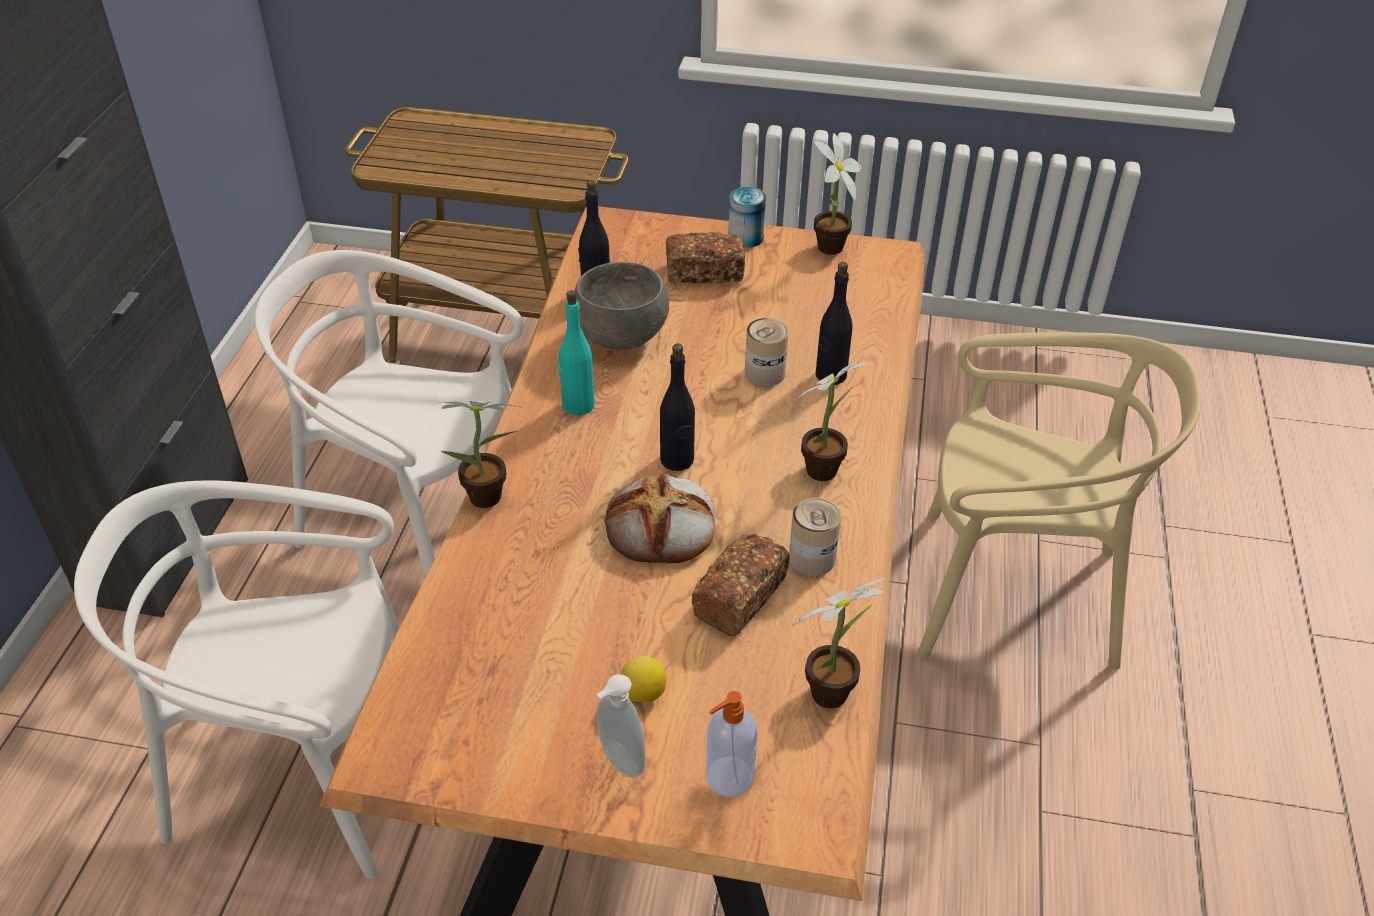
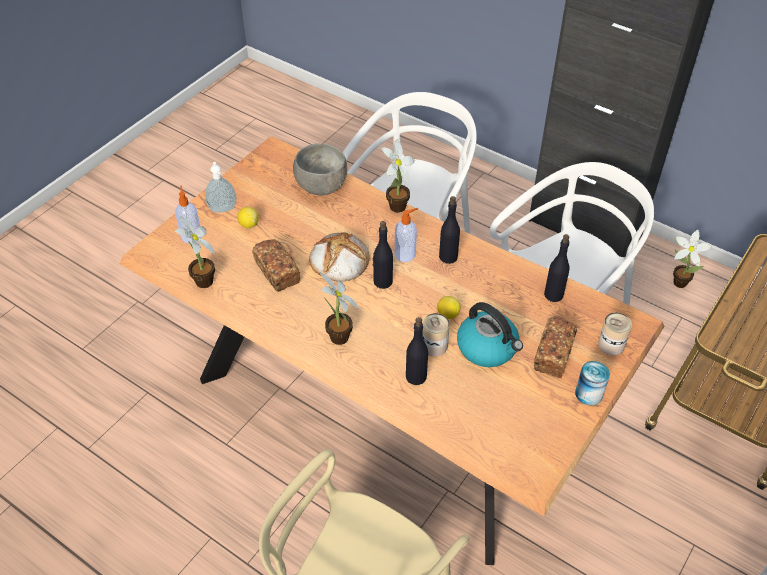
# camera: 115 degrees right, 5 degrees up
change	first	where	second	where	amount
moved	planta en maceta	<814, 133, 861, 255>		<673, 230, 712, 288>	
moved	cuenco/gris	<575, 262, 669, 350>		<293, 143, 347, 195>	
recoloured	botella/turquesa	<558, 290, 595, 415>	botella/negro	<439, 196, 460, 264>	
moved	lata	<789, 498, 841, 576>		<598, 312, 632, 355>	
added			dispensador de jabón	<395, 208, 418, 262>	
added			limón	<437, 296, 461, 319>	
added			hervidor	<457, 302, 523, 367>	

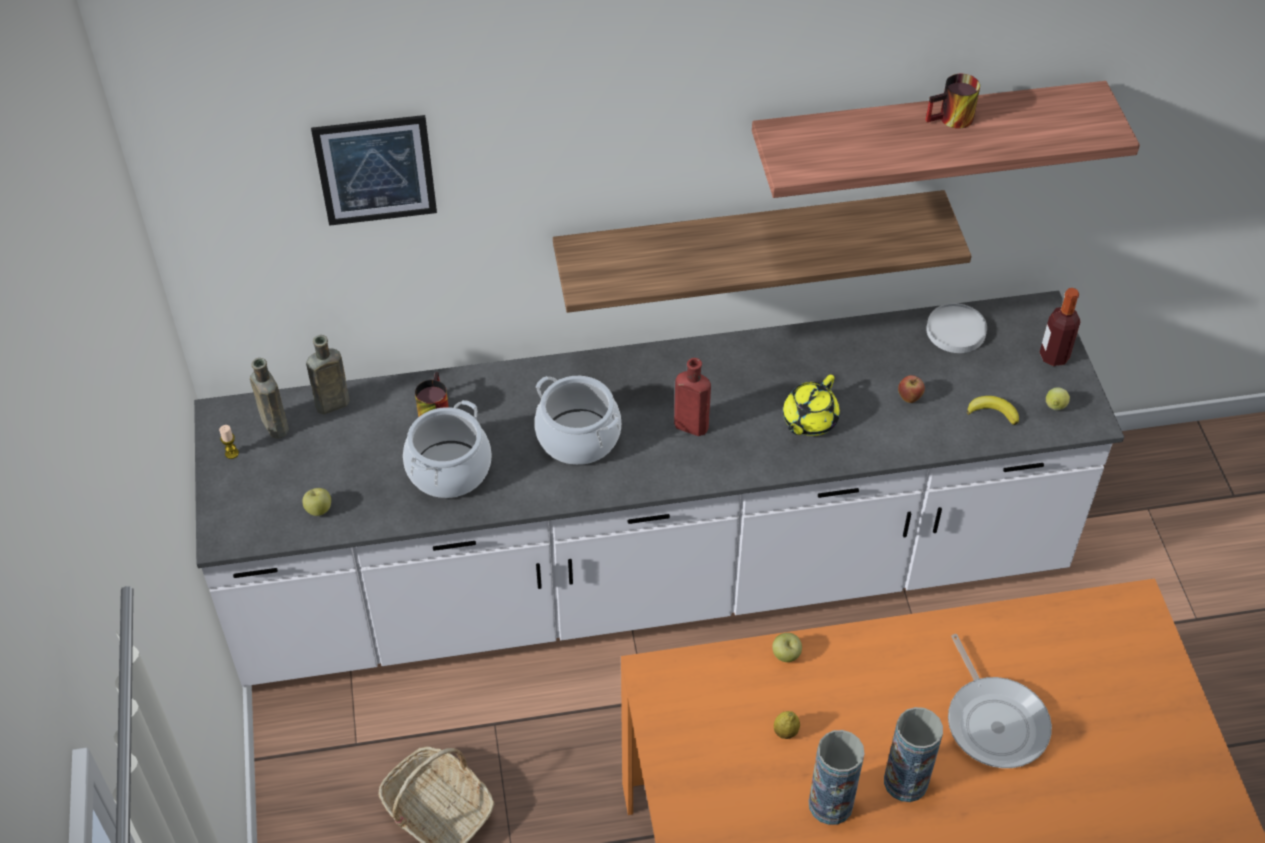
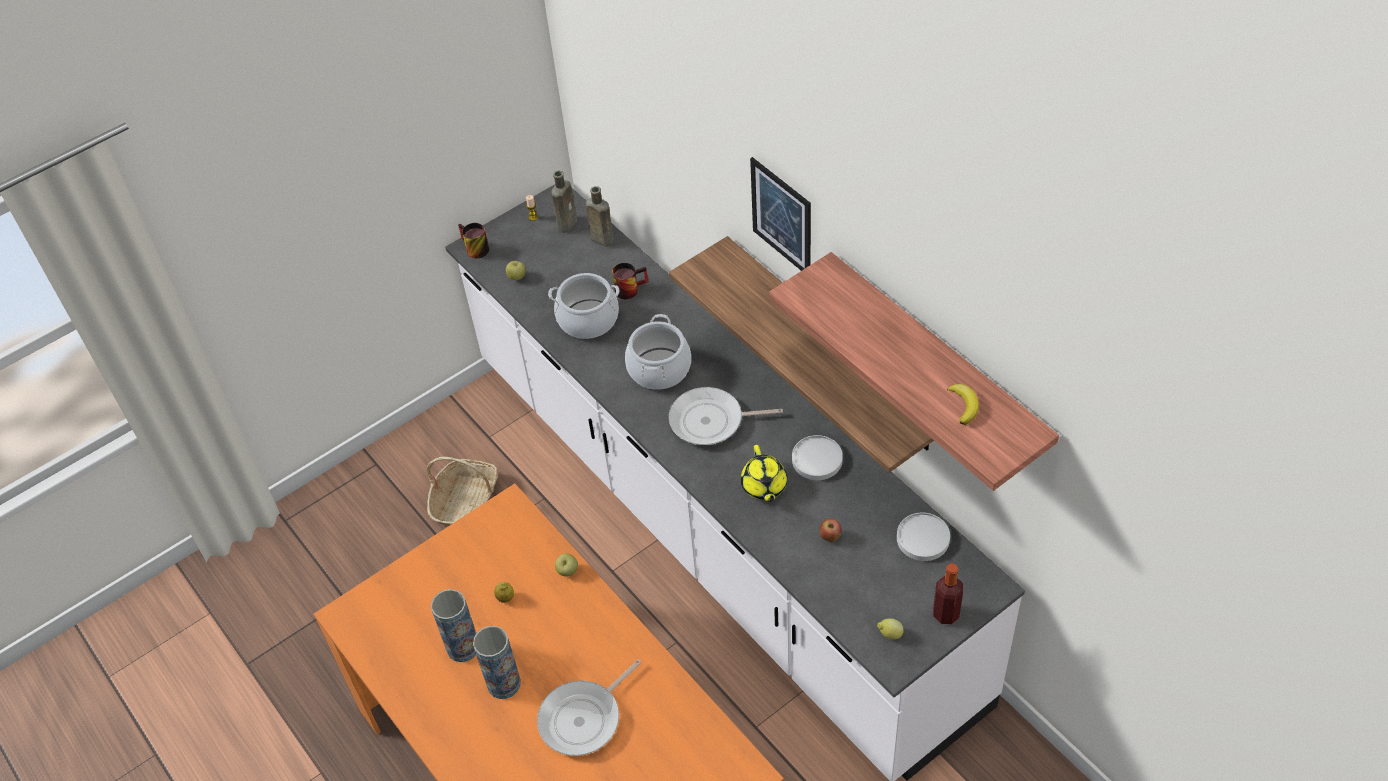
# camera: 65 degrees right, 0 degrees up
change	first	where	second	where	amount
moved	taza grande	<925, 74, 980, 129>		<458, 223, 489, 259>	
moved	cuadro	<311, 115, 437, 226>		<750, 157, 811, 271>	
replaced	botella/rojo	<674, 358, 711, 436>	sartén	<669, 387, 783, 445>	
turned	tetera/amarillo	<783, 374, 840, 436>		<741, 445, 787, 502>	105 degrees counterclockwise
moved	plátano	<967, 396, 1019, 425>		<947, 384, 979, 425>	
added			plato/blanco	<792, 435, 843, 480>	

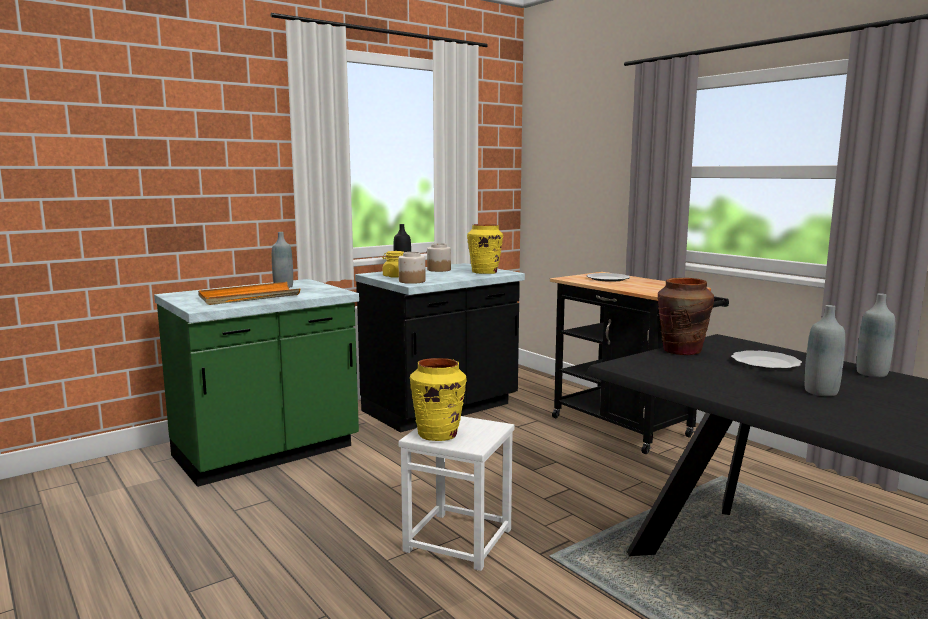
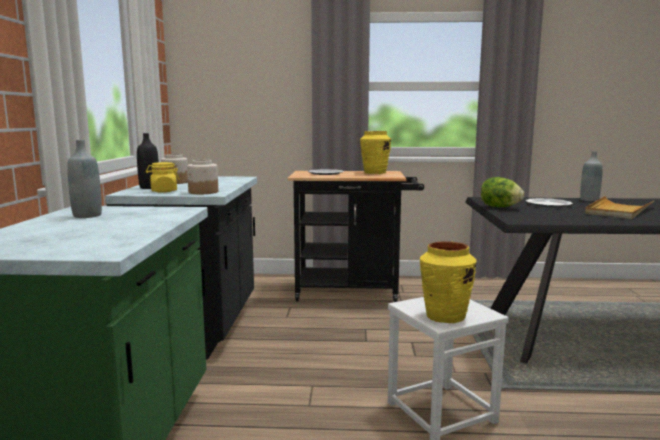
# camera: 50 degrees left, 0 degrees up
change	first	where	second	where	amount
moved	florero/amarillo	<467, 224, 503, 274>		<360, 131, 391, 174>	
replaced	florero/marrón	<657, 278, 714, 355>	lechuga	<481, 177, 524, 207>	
removed	bandeja/naranja	<198, 282, 300, 305>			
replaced	botella/gris	<804, 305, 845, 396>	bandeja/beis	<585, 196, 655, 219>	

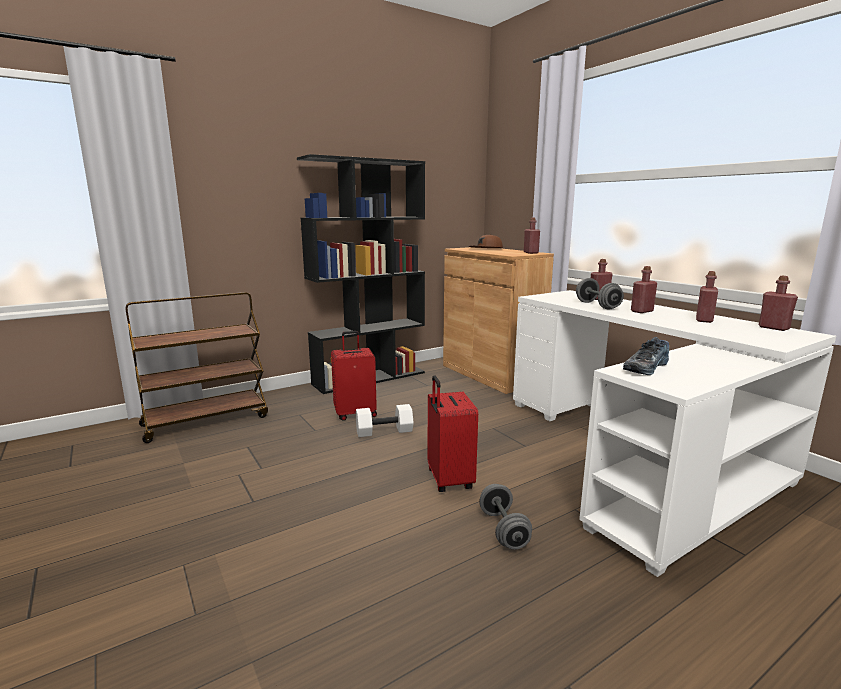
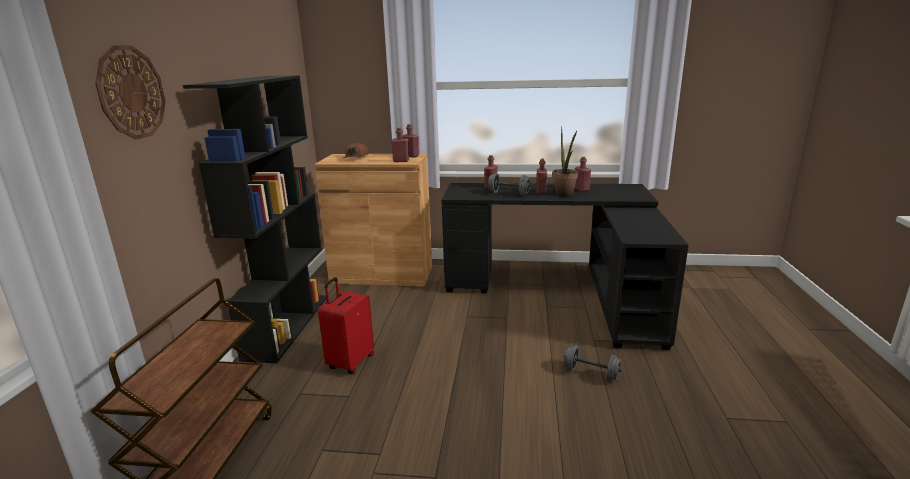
# camera: 50 degrees left, 5 degrees up
change	first	where	second	where	amount
moved	botella/rojo	<759, 276, 798, 331>		<391, 128, 409, 162>	
recoloured	escritorio/blanco	<513, 290, 836, 577>	escritorio/negro	<441, 183, 689, 350>	
removed	zapato	<623, 337, 669, 375>			
removed	maleta/rojo	<427, 375, 478, 492>			
removed	mancuerna/blanco	<356, 404, 414, 437>			
added			reloj de pared	<95, 45, 166, 140>	
added			planta en maceta	<552, 126, 579, 196>	

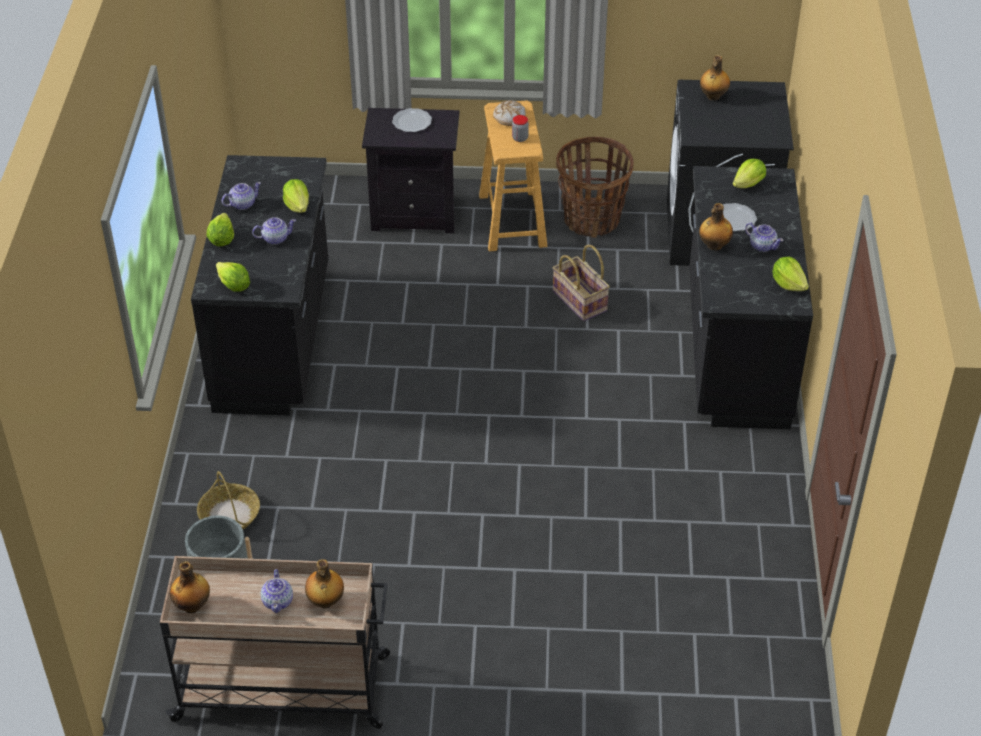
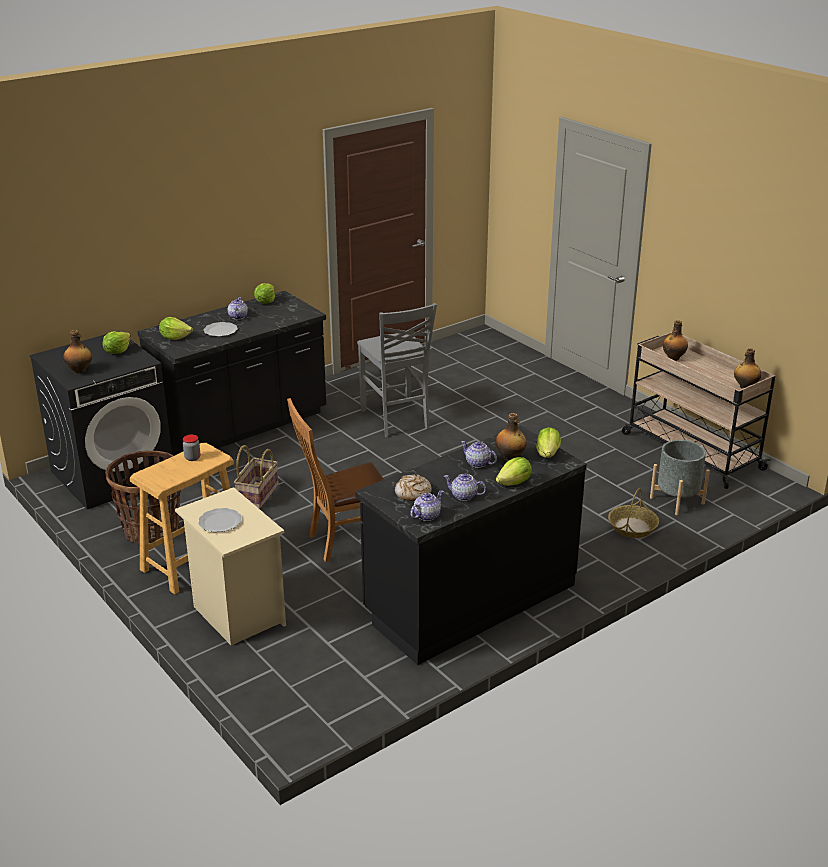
# camera: 130 degrees left, 15 degrees down
change	first	where	second	where	amount
moved	pan	<493, 100, 526, 126>		<395, 474, 432, 501>	
recoloured	mesita de noche/negro	<362, 108, 460, 233>	mesita de noche/beis	<175, 487, 286, 645>	
moved	lechuga	<283, 179, 309, 213>		<103, 332, 131, 354>	
moved	botella	<699, 203, 733, 250>		<495, 413, 527, 461>	
moved	tetera	<261, 569, 293, 613>		<410, 490, 444, 521>	
added			silla/gris	<357, 303, 437, 438>	
added			silla/marrón	<287, 398, 384, 563>	

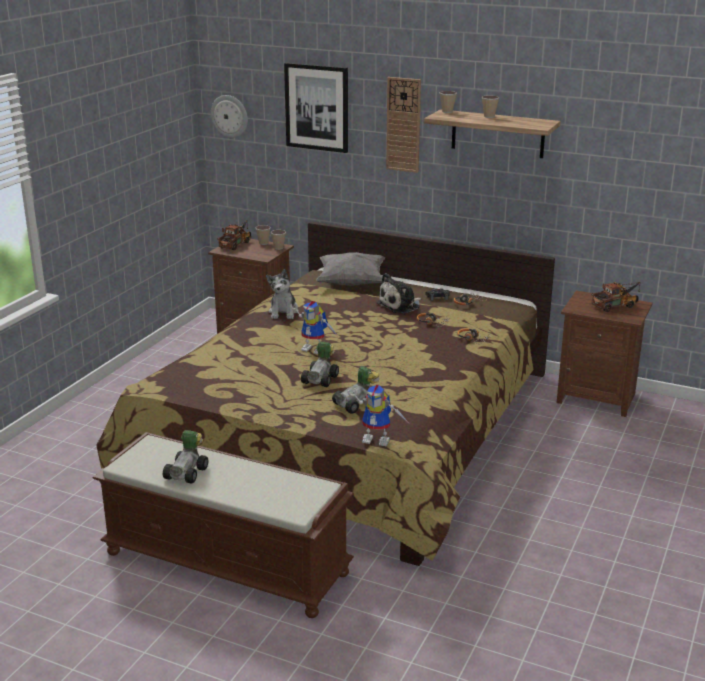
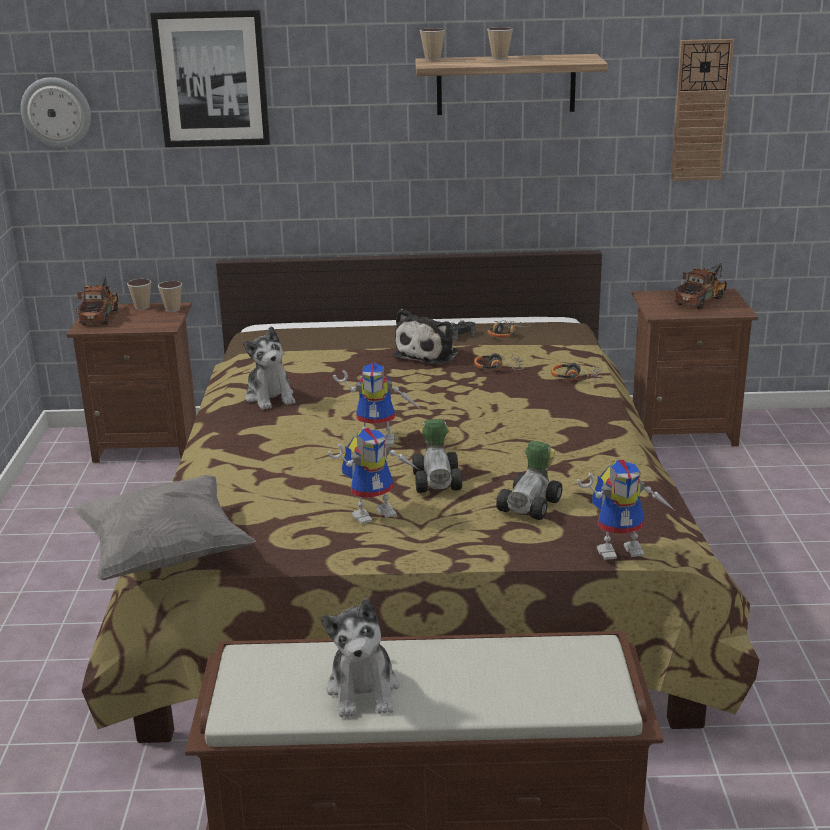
# camera: 25 degrees left, 0 degrees up
change	first	where	second	where	amount
moved	reloj de pared	<386, 77, 421, 173>		<671, 39, 734, 181>	
moved	cojín/gris	<316, 252, 385, 286>		<72, 475, 255, 580>	
replaced	coche de juguete	<163, 430, 208, 484>	peluche	<321, 598, 399, 718>	
added			robot de juguete	<328, 428, 418, 524>	

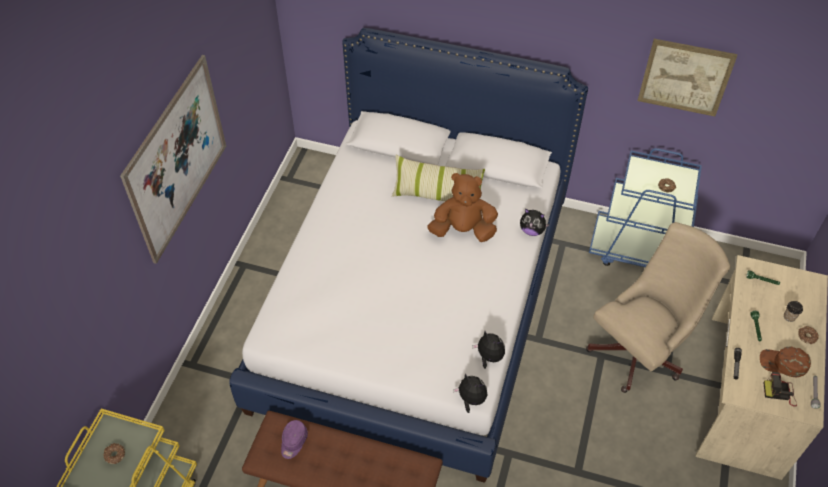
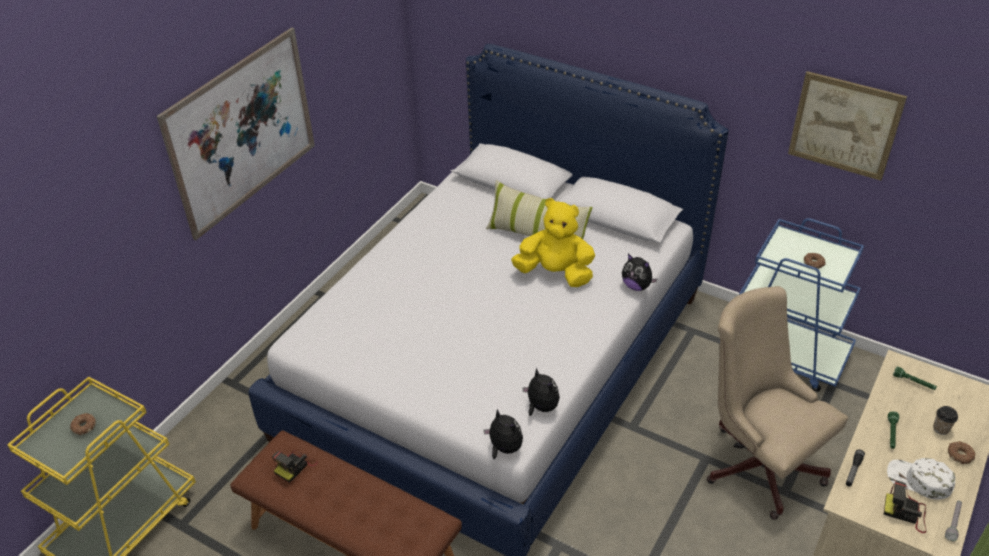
# camera: 15 degrees right, 10 degrees down
change	first	where	second	where	amount
recoloured	peluche/marrón	<427, 173, 498, 242>	peluche/amarillo	<511, 198, 595, 287>	
turned	silla de oficina/beis	<586, 222, 730, 393>		<707, 286, 848, 520>	105 degrees counterclockwise
recoloured	gorra/marrón	<760, 346, 811, 377>	gorra/blanco	<887, 458, 955, 500>	
replaced	gorra/morado	<281, 420, 308, 459>	cámara	<272, 450, 318, 483>	

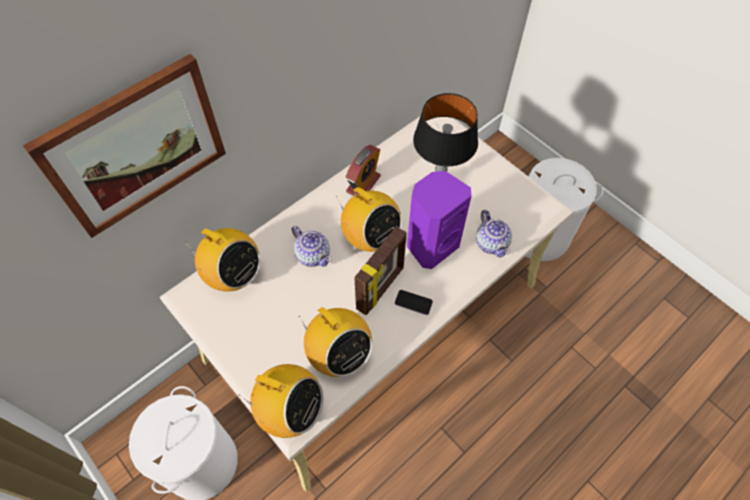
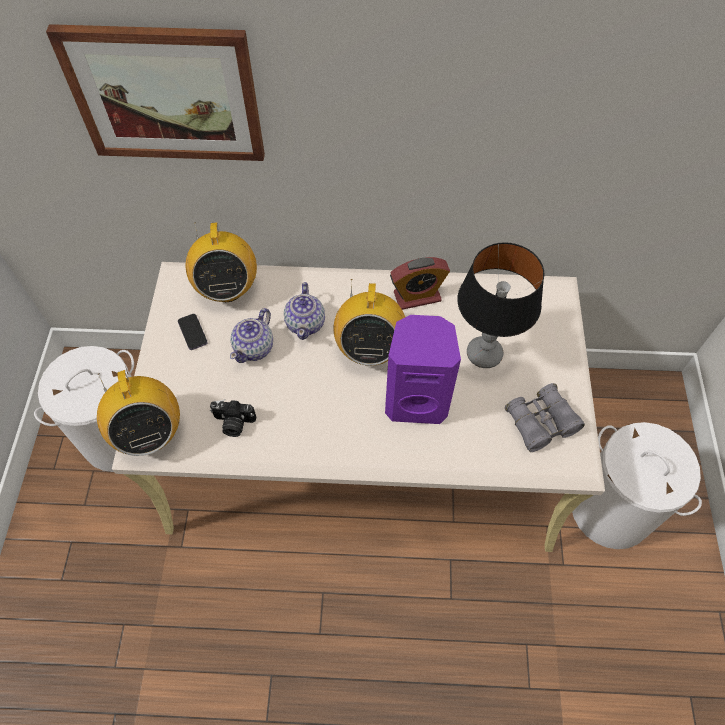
# camera: 45 degrees right, 0 degrees up
change	first	where	second	where	amount
moved	tetera	<476, 210, 512, 257>		<230, 308, 273, 363>	
removed	portarretratos	<354, 226, 407, 315>			
moved	móvil	<395, 290, 433, 315>		<178, 314, 208, 350>	
replaced	radio	<298, 307, 372, 377>	cámara	<210, 399, 256, 437>	
added			prismáticos/gris	<505, 383, 585, 452>	

